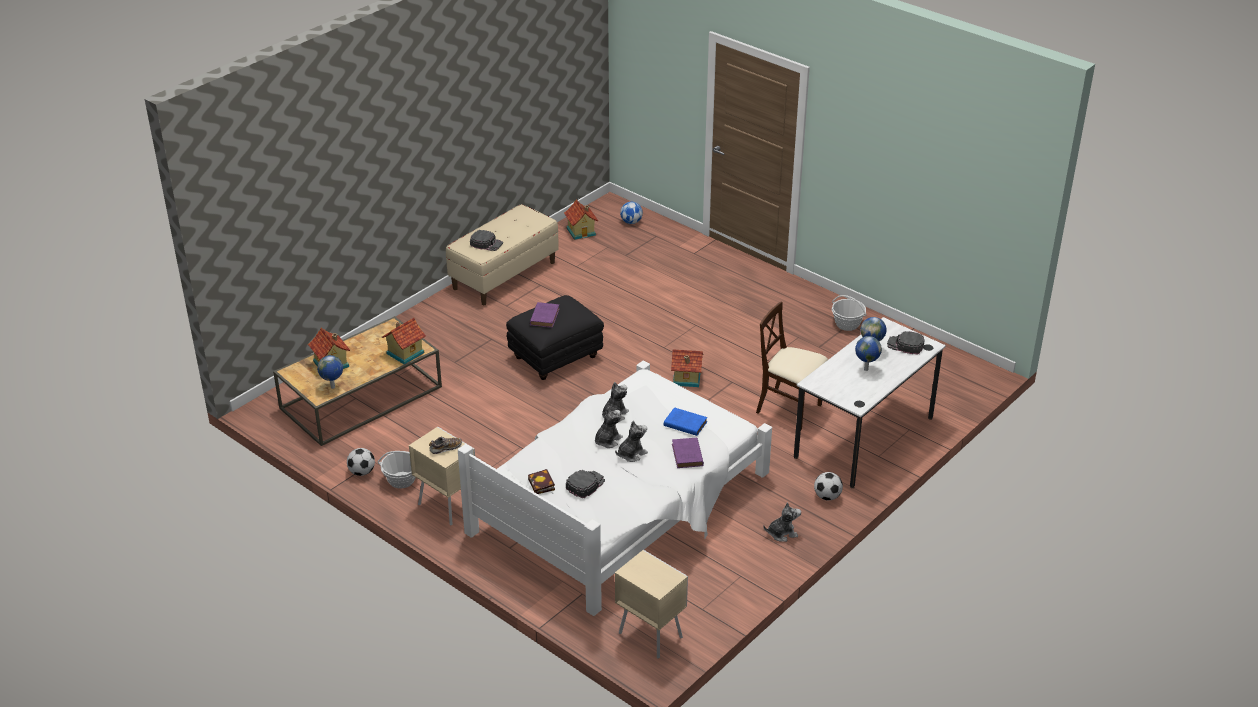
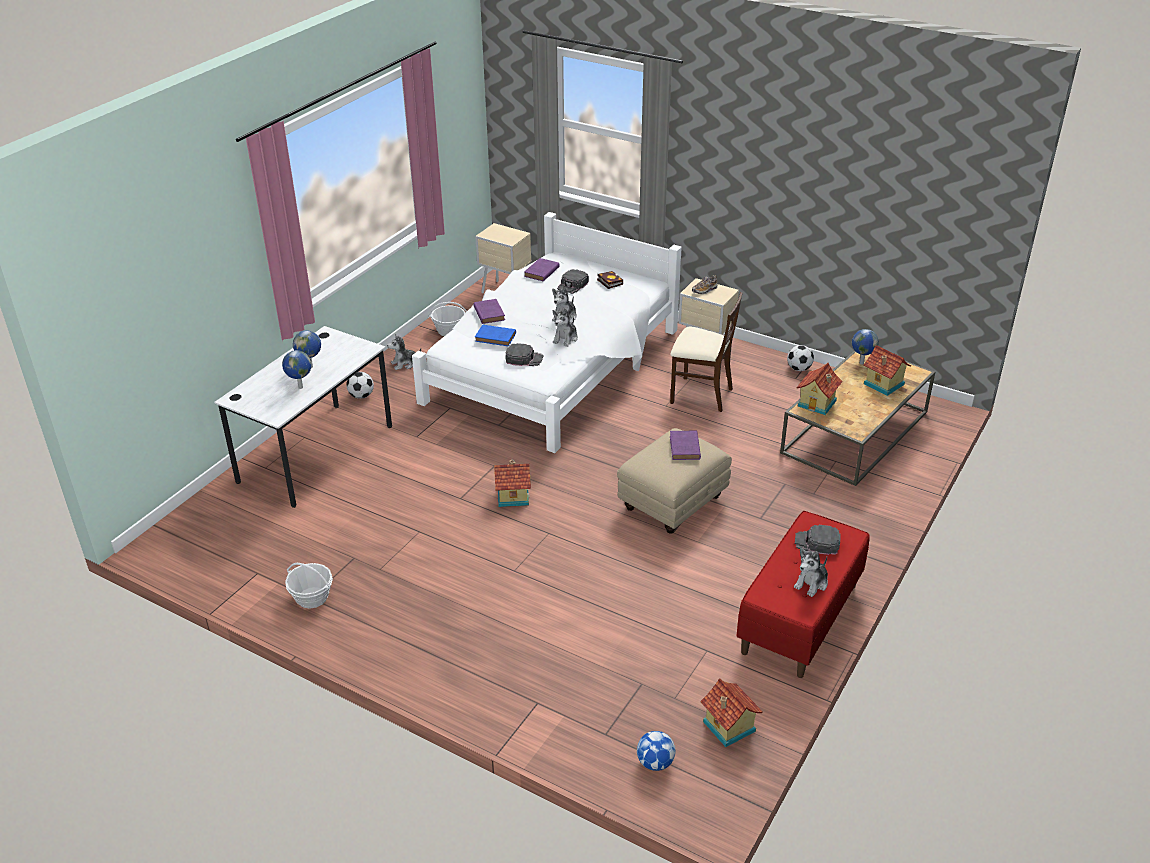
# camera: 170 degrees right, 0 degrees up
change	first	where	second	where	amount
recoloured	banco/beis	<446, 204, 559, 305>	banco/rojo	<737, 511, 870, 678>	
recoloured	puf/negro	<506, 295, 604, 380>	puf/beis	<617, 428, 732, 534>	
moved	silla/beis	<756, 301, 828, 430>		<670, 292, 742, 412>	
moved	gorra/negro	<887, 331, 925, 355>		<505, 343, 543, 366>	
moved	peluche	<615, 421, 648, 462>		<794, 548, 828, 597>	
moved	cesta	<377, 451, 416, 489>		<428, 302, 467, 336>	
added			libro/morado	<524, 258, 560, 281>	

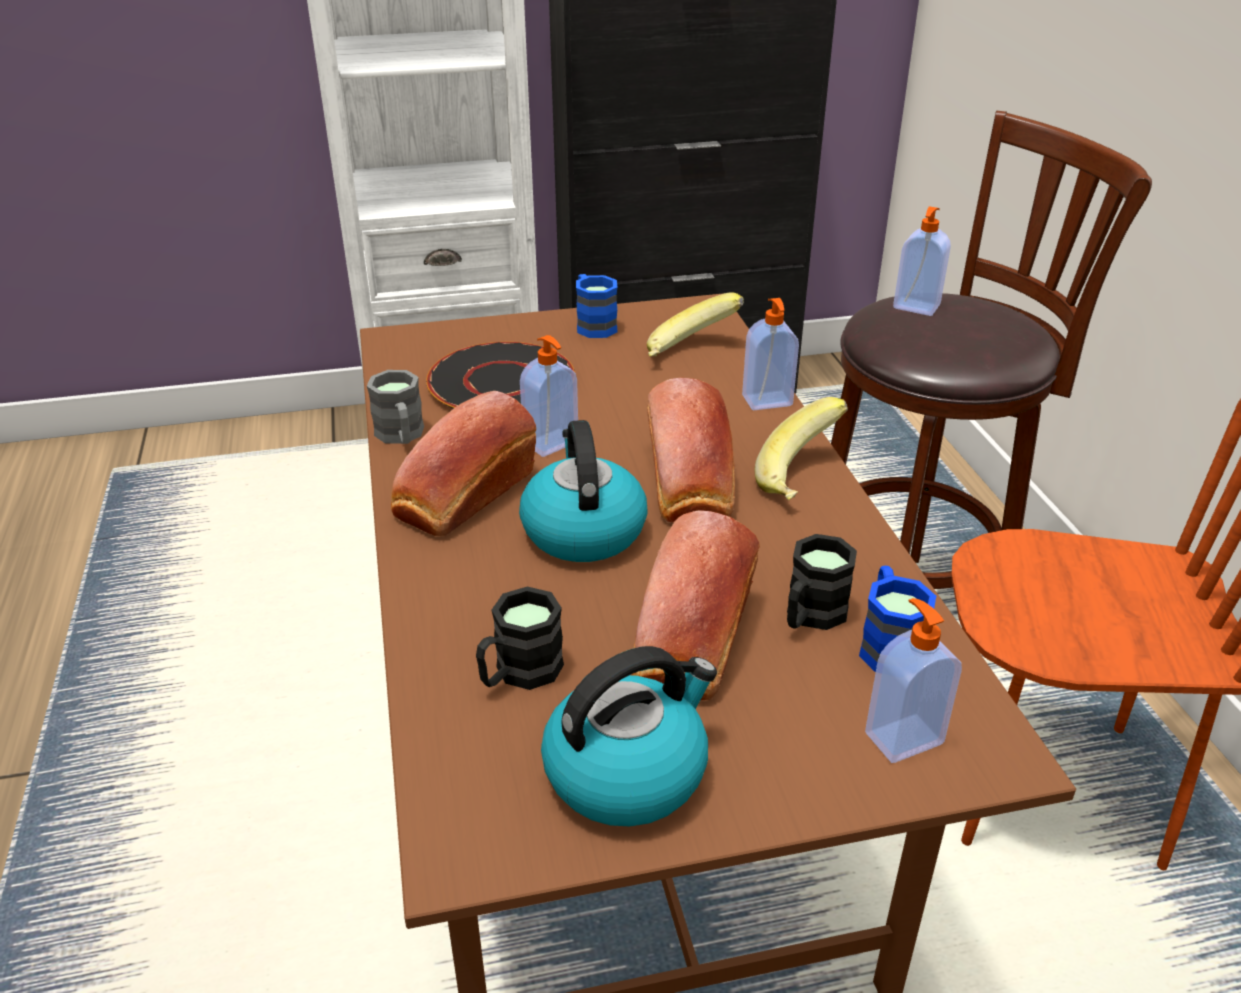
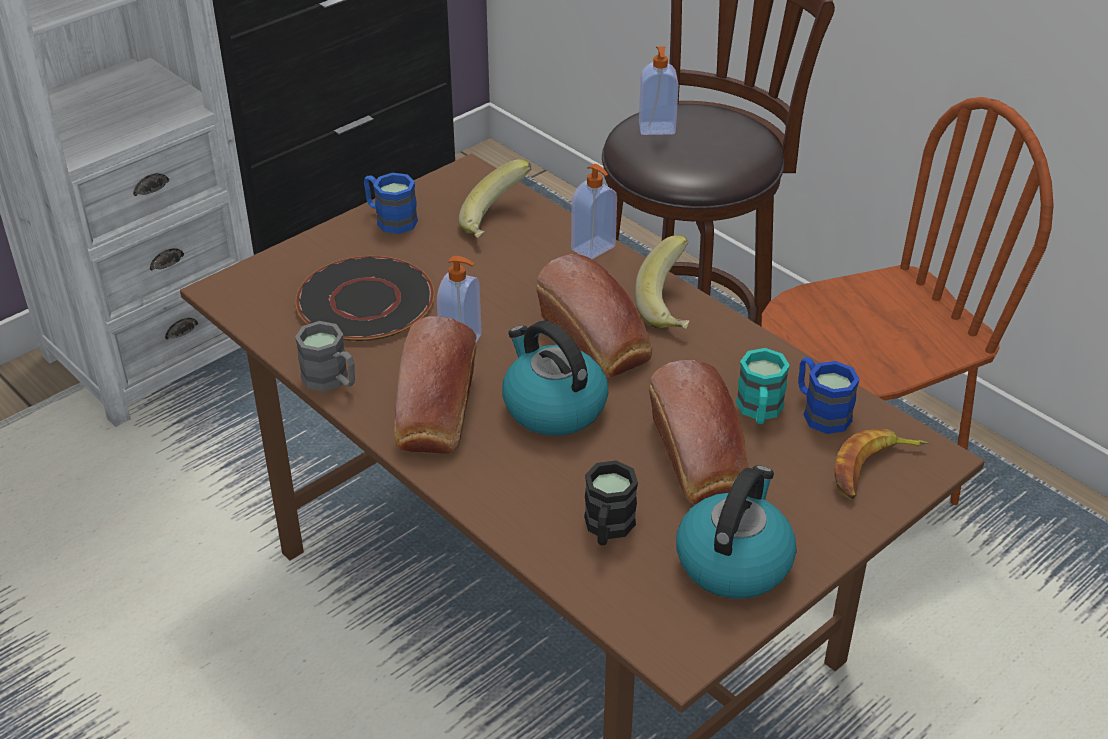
# camera: 30 degrees left, 5 degrees up
change	first	where	second	where	amount
recoloured	taza grande/negro	<787, 534, 857, 630>	taza grande/turquesa	<736, 348, 790, 424>	
replaced	dispensador de jabón	<865, 598, 962, 763>	plátano	<834, 429, 929, 499>	

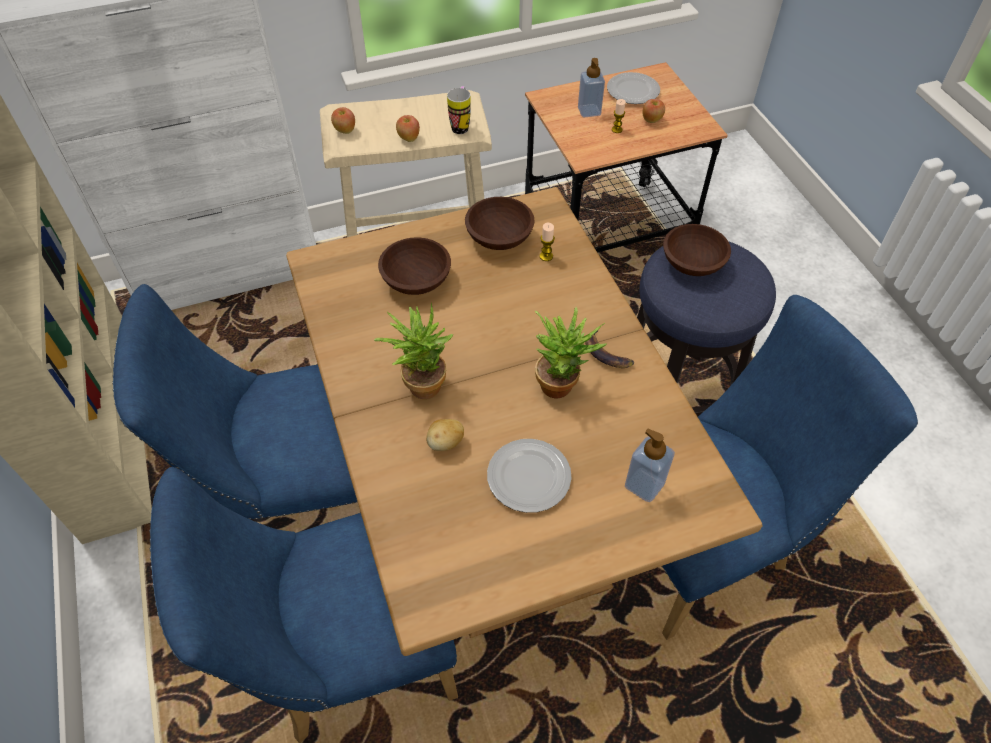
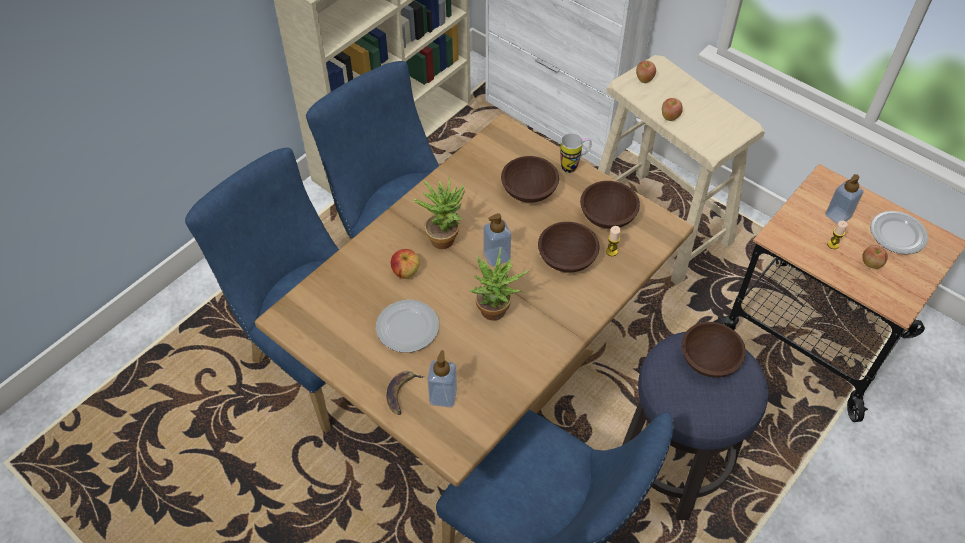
# camera: 60 degrees right, 0 degrees up
change	first	where	second	where	amount
moved	taza grande	<447, 86, 471, 134>		<560, 133, 592, 173>	
moved	plátano	<585, 331, 634, 368>		<386, 371, 425, 415>	
replaced	patata	<426, 419, 464, 451>	manzana	<390, 249, 419, 279>	
added			dispensador de jabón	<484, 213, 511, 267>	
added			cuenco/marrón	<538, 222, 600, 273>	

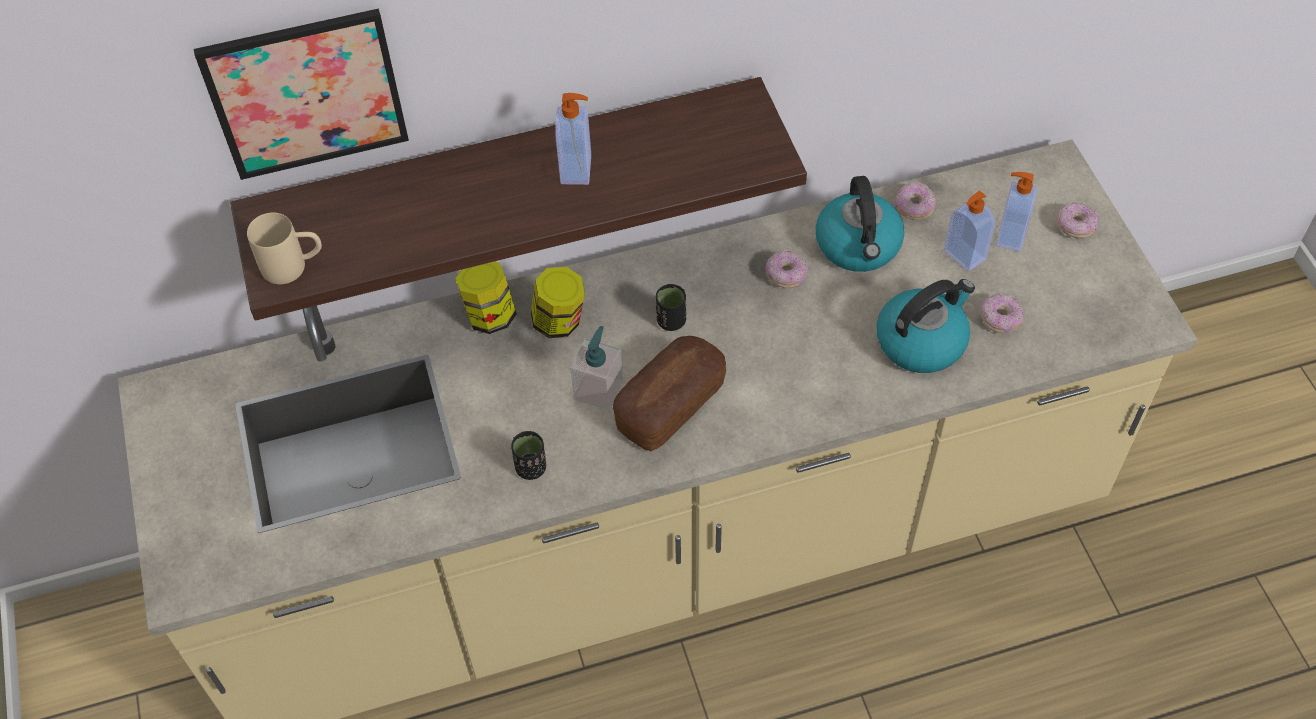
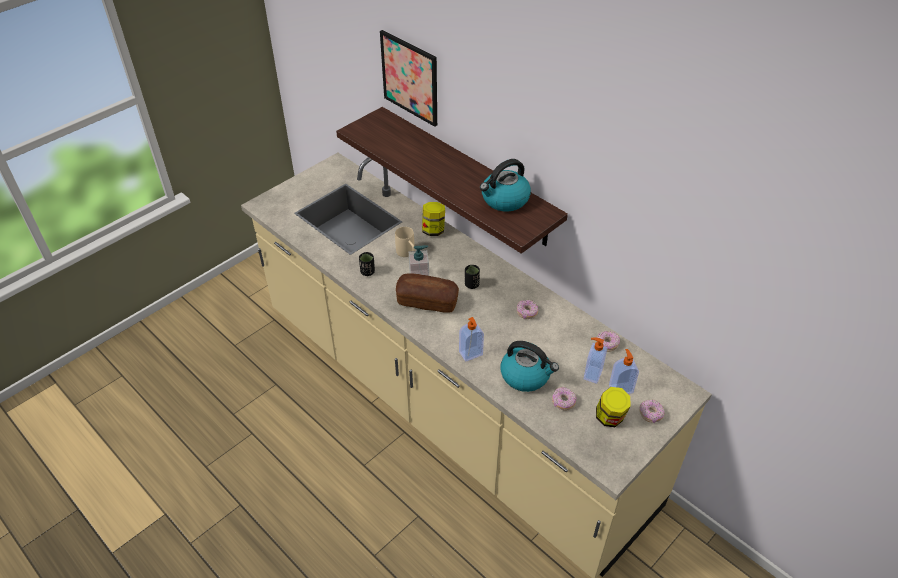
# camera: 60 degrees right, 10 degrees down
change	first	where	second	where	amount
moved	dispensador de jabón	<555, 93, 591, 185>		<459, 317, 484, 362>	
moved	hervidor	<816, 176, 904, 272>		<480, 159, 531, 212>	
moved	taza grande/beis	<247, 213, 322, 284>		<395, 227, 415, 257>	
moved	tarro	<531, 267, 585, 338>		<596, 387, 630, 427>	

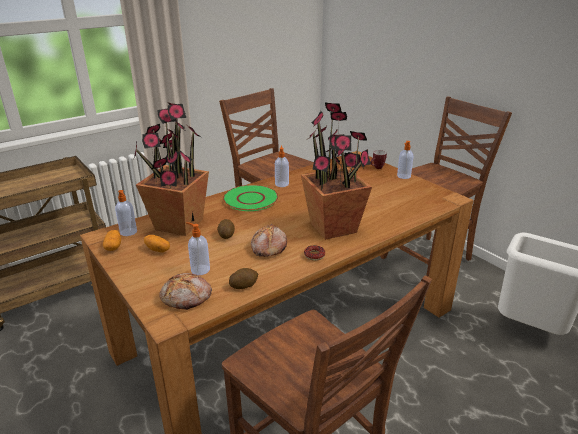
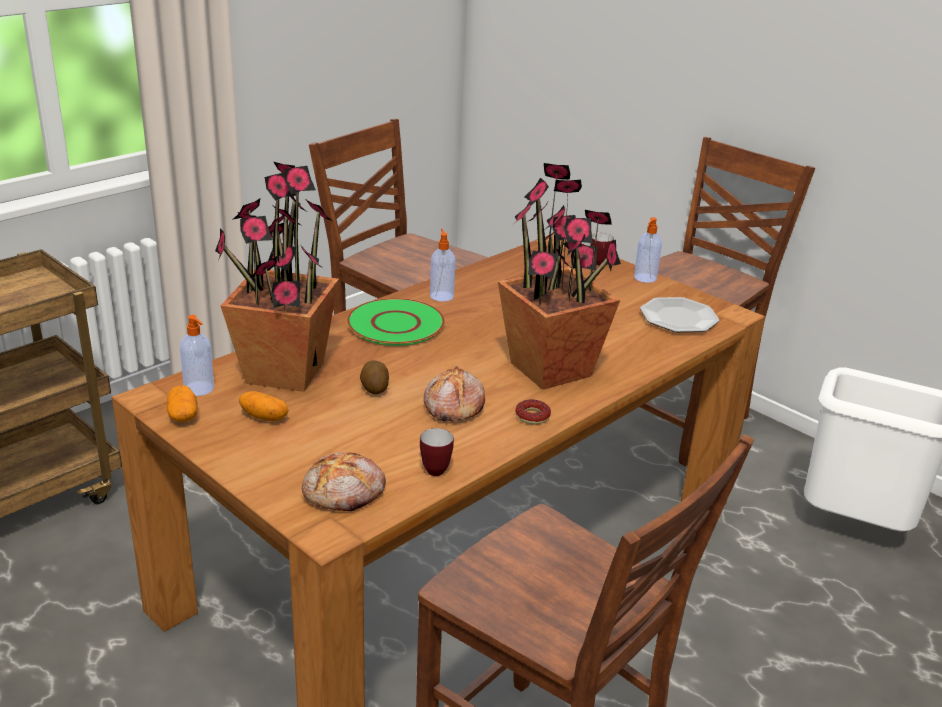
# camera: 10 degrees left, 0 degrees up
change	first	where	second	where	amount
removed	dispensador de jabón	<186, 222, 210, 275>			
replaced	patata	<229, 268, 258, 289>	taza grande	<420, 428, 454, 476>	
added			plato	<640, 297, 720, 332>	

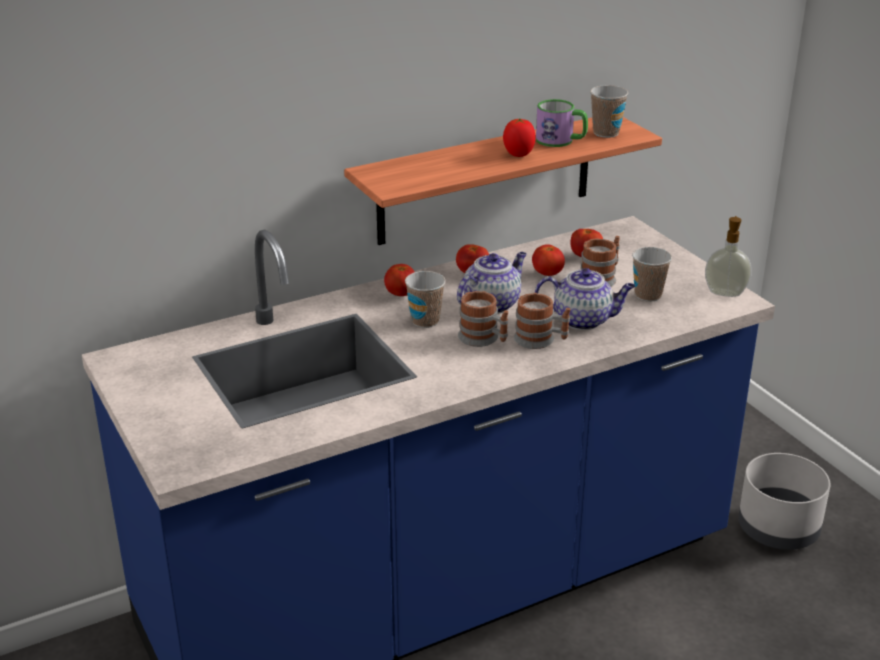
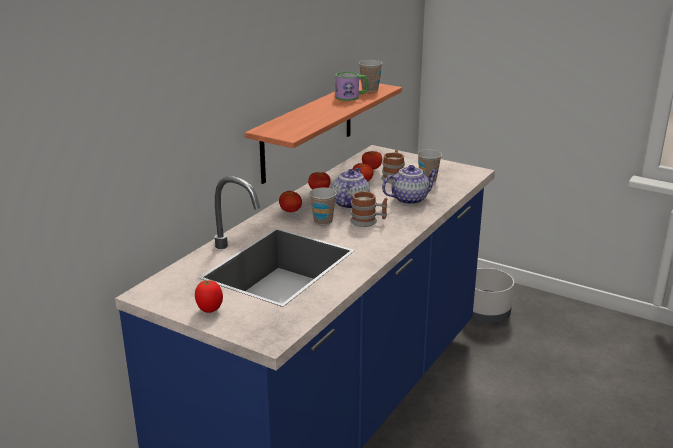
# camera: 30 degrees left, 5 degrees down
change	first	where	second	where	amount
moved	tomate	<503, 118, 535, 157>		<195, 280, 223, 313>	
removed	dispensador de jabón	<705, 216, 752, 297>			
removed	taza grande	<514, 293, 571, 349>			

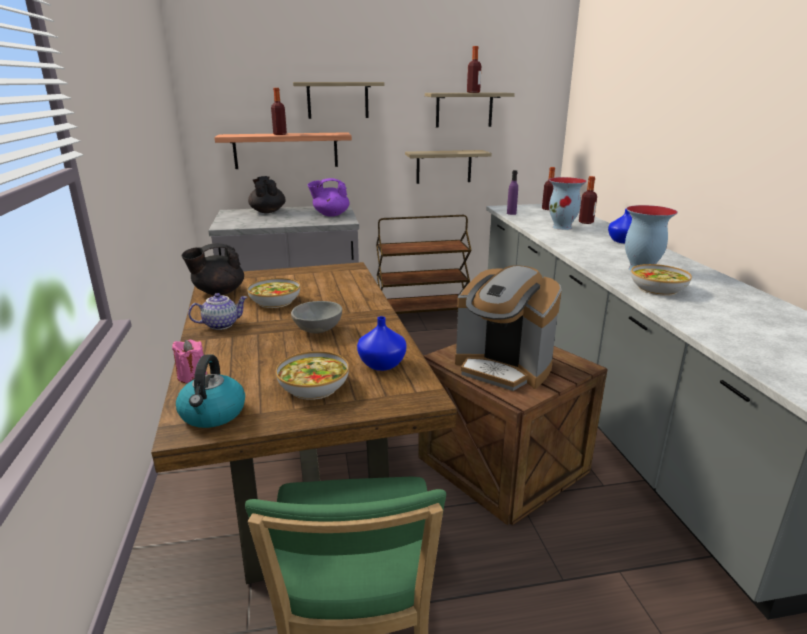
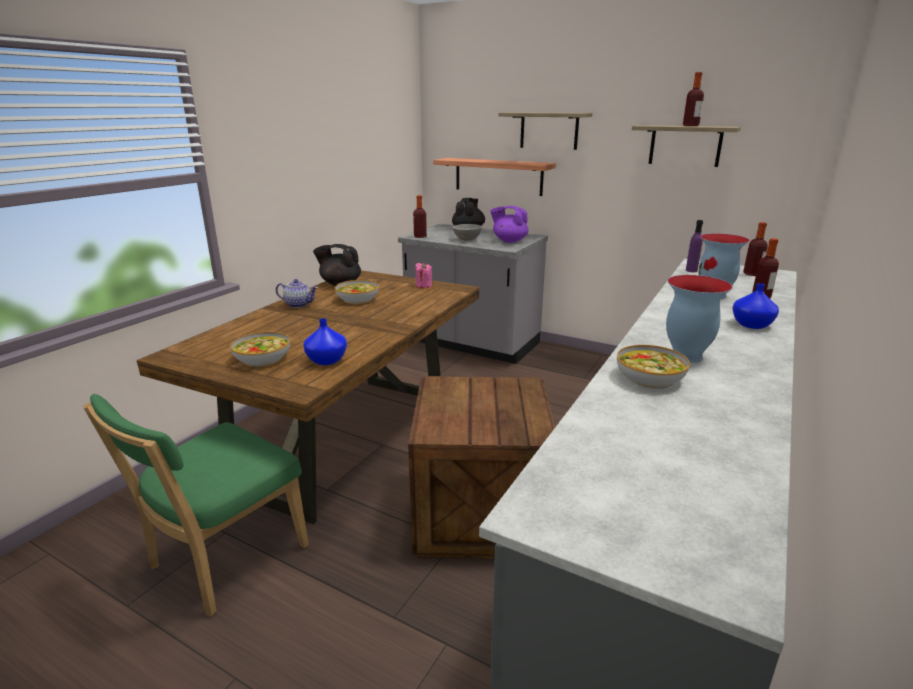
# camera: 40 degrees right, 0 degrees up
change	first	where	second	where	amount
moved	botella	<271, 88, 287, 135>		<413, 195, 427, 238>	
removed	estante	<405, 150, 492, 184>			
removed	carrito/marrón	<376, 215, 472, 314>			
removed	cafetera	<455, 265, 562, 391>			
moved	cuenco/gris	<291, 301, 342, 333>		<452, 224, 482, 241>	
moved	vela/rosa	<172, 340, 207, 383>		<415, 262, 432, 288>	
removed	hervidor	<176, 355, 245, 428>			

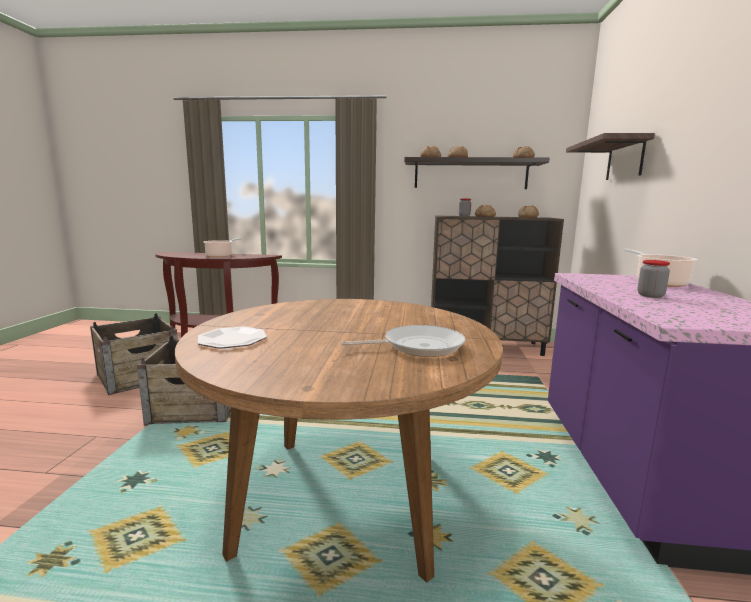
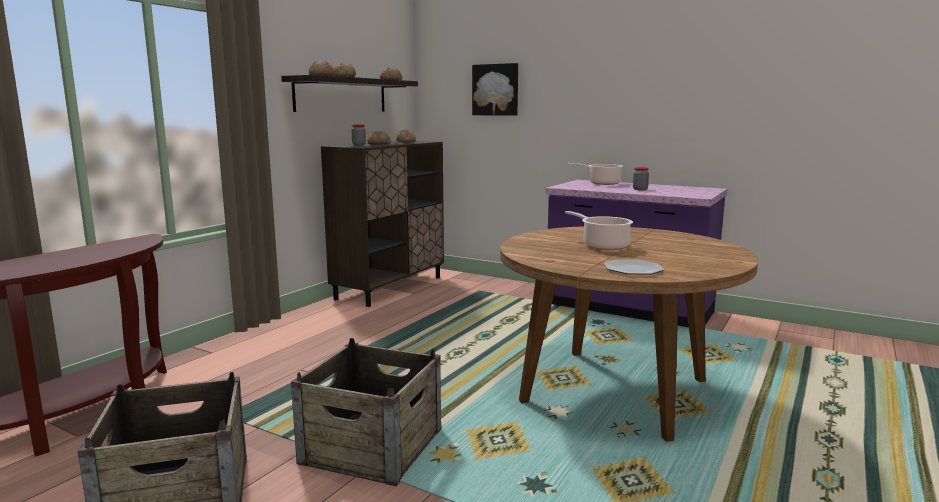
# camera: 65 degrees left, 0 degrees up
change	first	where	second	where	amount
replaced	estante	<566, 133, 655, 180>	cuadro	<472, 63, 518, 116>	
moved	olla	<204, 238, 242, 257>		<565, 211, 633, 250>	
removed	sartén	<341, 325, 466, 357>			

